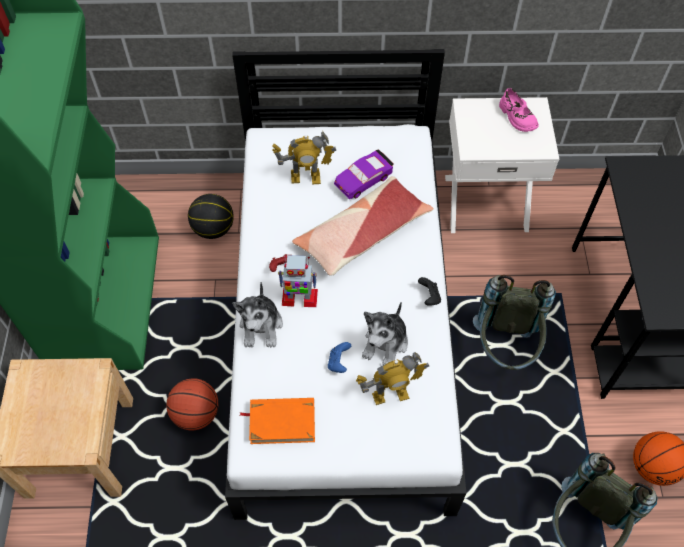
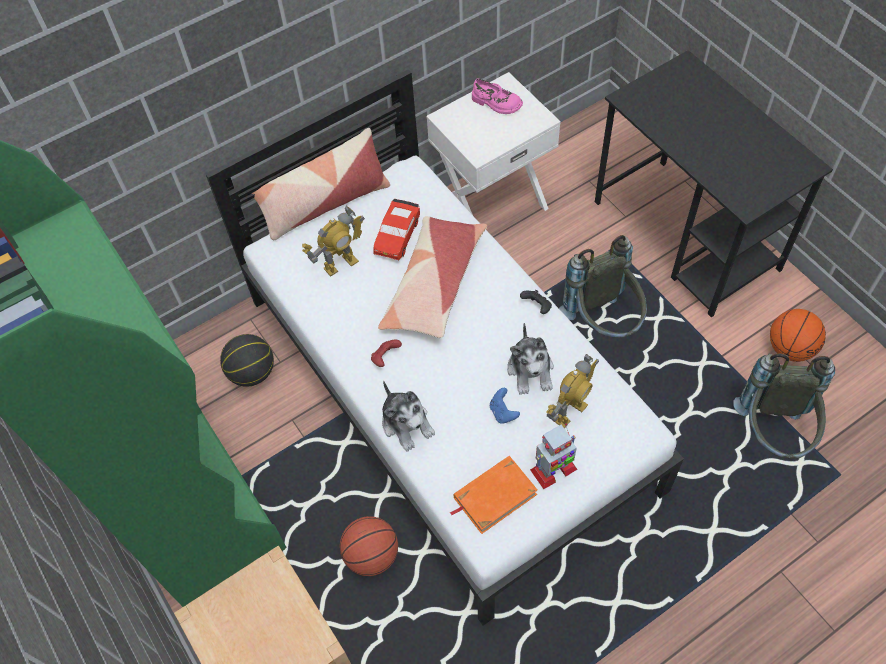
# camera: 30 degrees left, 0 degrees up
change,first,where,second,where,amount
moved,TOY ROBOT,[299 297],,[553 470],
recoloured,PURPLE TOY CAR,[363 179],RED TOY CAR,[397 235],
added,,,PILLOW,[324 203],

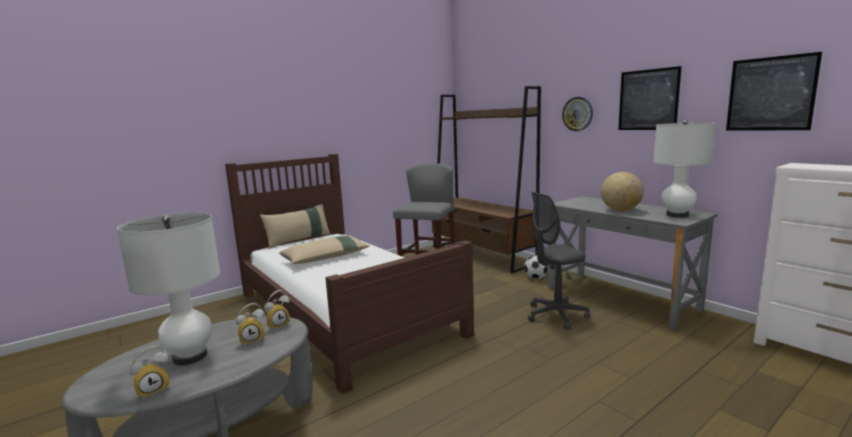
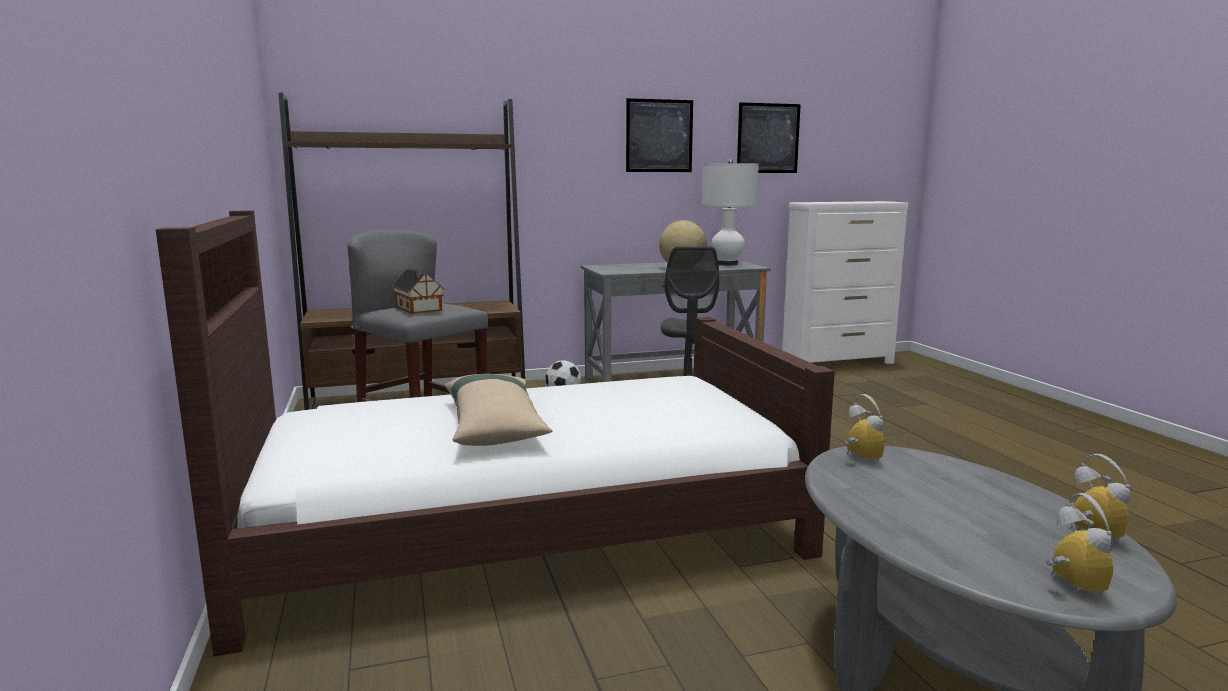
# camera: 70 degrees left, 0 degrees up
change,first,where,second,where,amount
removed,WHITE TABLE LAMP,[190 356],,,
moved,ALARM CLOCK,[253 340],,[1068 585],
removed,BEIGE PILLOW,[299 240],,,
removed,WALL CLOCK,[577 114],,,
added,,,TOY HOUSE,[419 309],

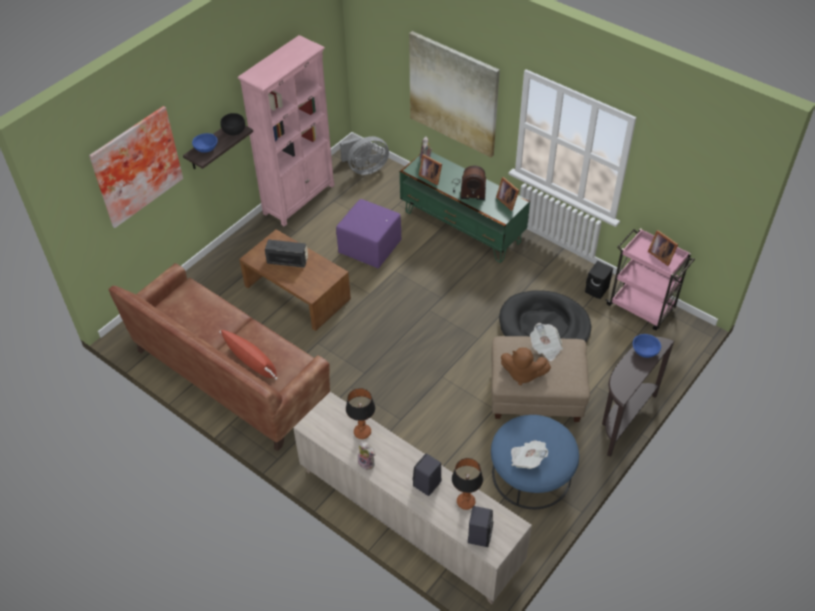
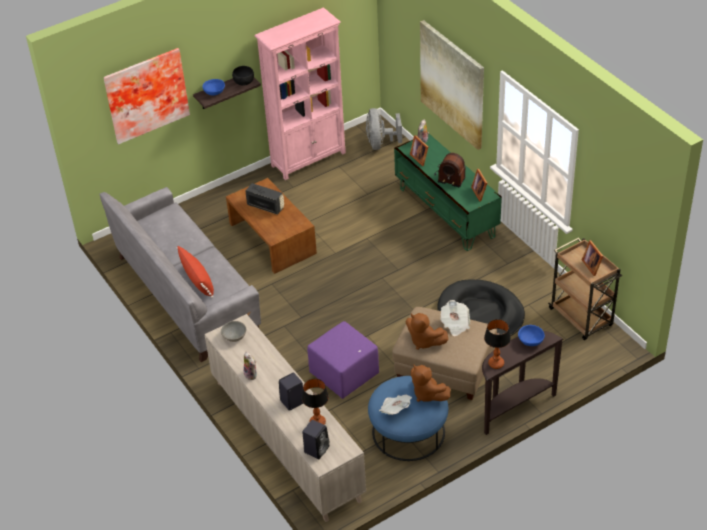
# camera: 20 degrees right, 5 degrees down
change,first,where,second,where,amount
recoloured,BROWN SOFA,[230 376],GREY SOFA,[187 294],
moved,PURPLE OTTOMAN,[370 248],,[345 374],
turned,GREY FAN,[365 169],,[380 143],90 degrees clockwise
moved,TABLE LAMP,[362 432],,[495 363],
removed,BLACK SPEAKER,[597 290],,,
recoloured,PINK CART,[642 307],BROWN CART,[581 318],
added,,,GREY BOWL,[234 336],
added,,,BROWN PLUSH TOY,[427 394],

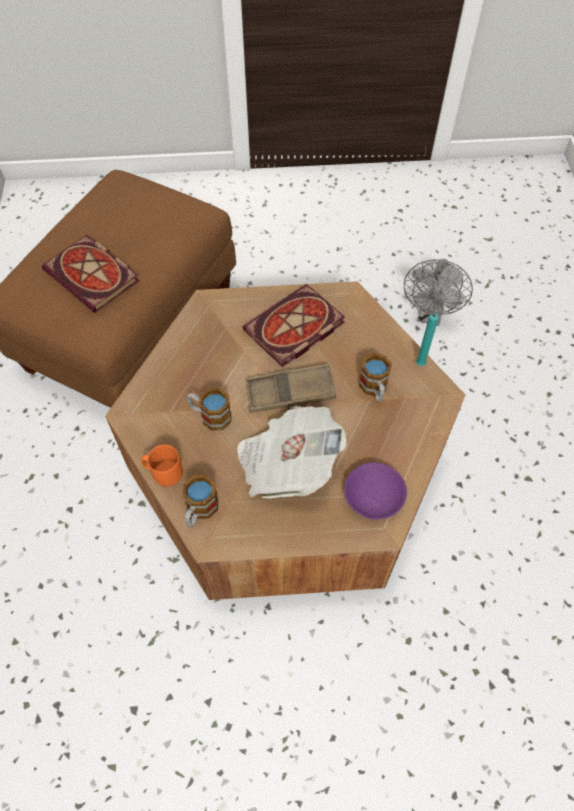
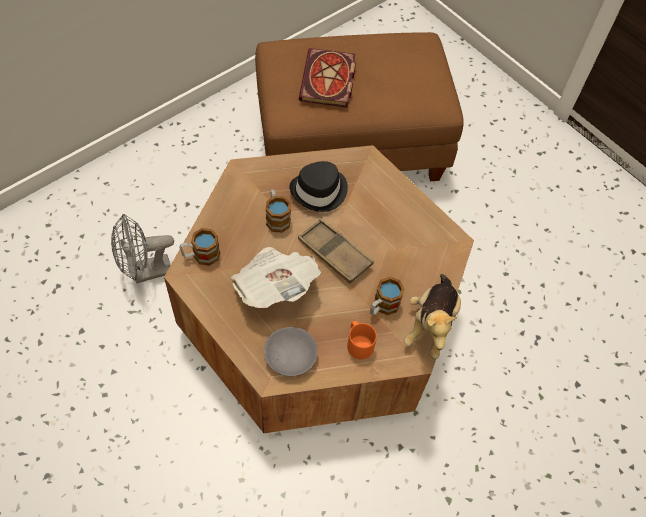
# camera: 50 degrees right, 0 degrees up
change,first,where,second,where,amount
moved,ORANGE MUG,[163 472],,[358 344],
removed,BOOK,[293 329],,,
recoloured,PURPLE BOWL,[372 497],GREY BOWL,[290 355],
moved,GREY FAN,[430 315],,[145 272],
replaced,TURQUOISE CANDLE,[418 364],PLUSH TOY,[431 324],
added,,,BLACK HAT,[319 191],

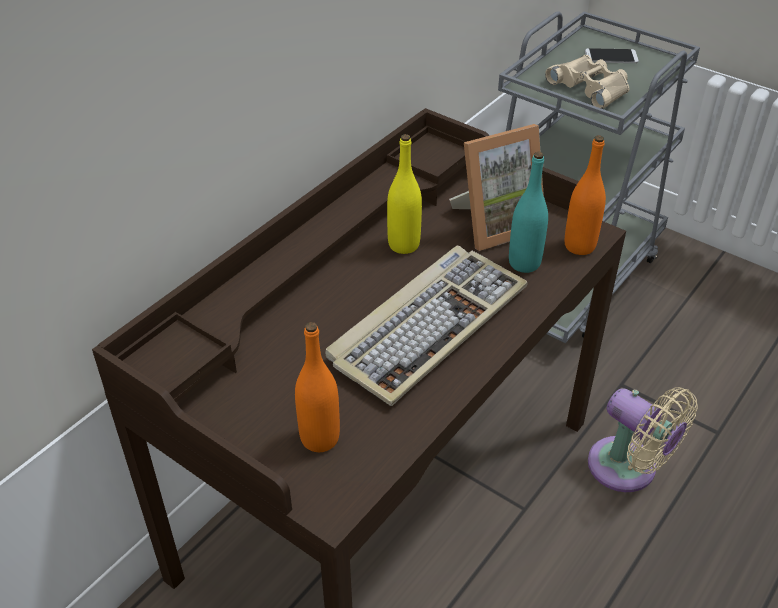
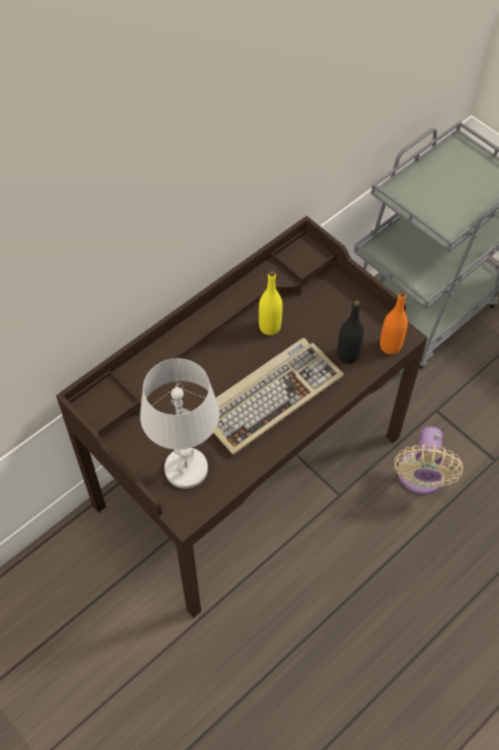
# camera: 10 degrees right, 15 degrees up
change,first,where,second,where,amount
replaced,ORANGE BOTTLE,[320 438],WHITE TABLE LAMP,[186 469],
removed,PICTURE FRAME,[496 224],,,
recoloured,TURQUOISE BOTTLE,[524 263],BLACK BOTTLE,[348 355],
removed,BEIGE BINOCULARS,[591 87],,,
removed,PHONE,[611 57],,,
turned,BEIGE FAN,[628 469],,[420 478],45 degrees clockwise

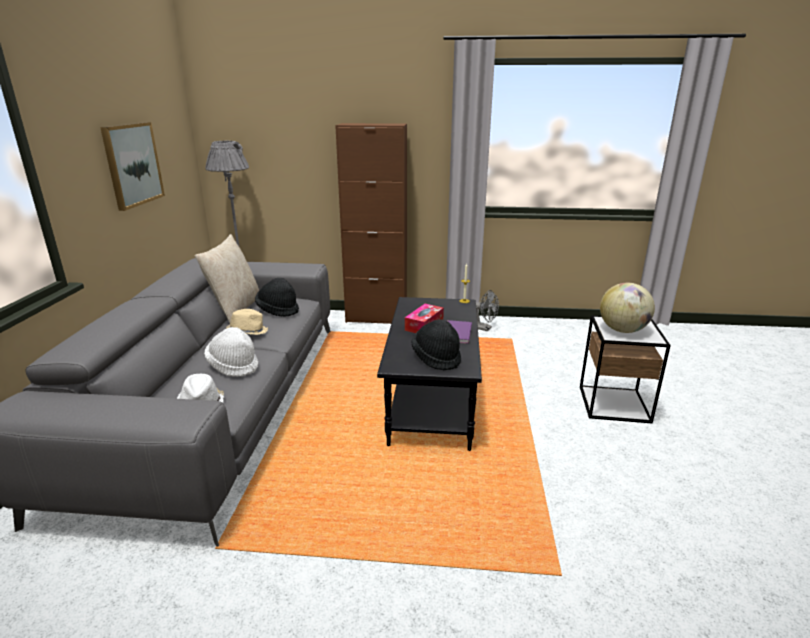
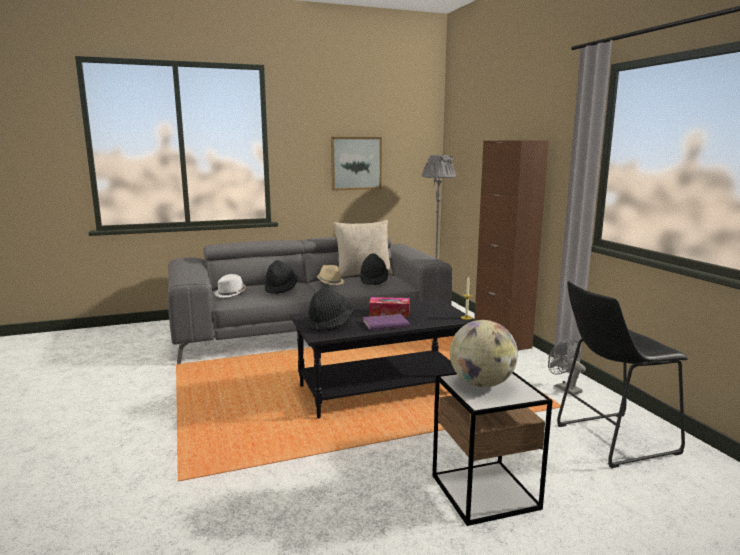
# camera: 65 degrees right, 10 degrees down
change,first,where,second,where,amount
recoloured,WHITE HAT,[233 366],BLACK HAT,[280 289],
turned,GREY FAN,[484 328],,[564 388],150 degrees clockwise
added,,,BLACK STOOL,[610 439],

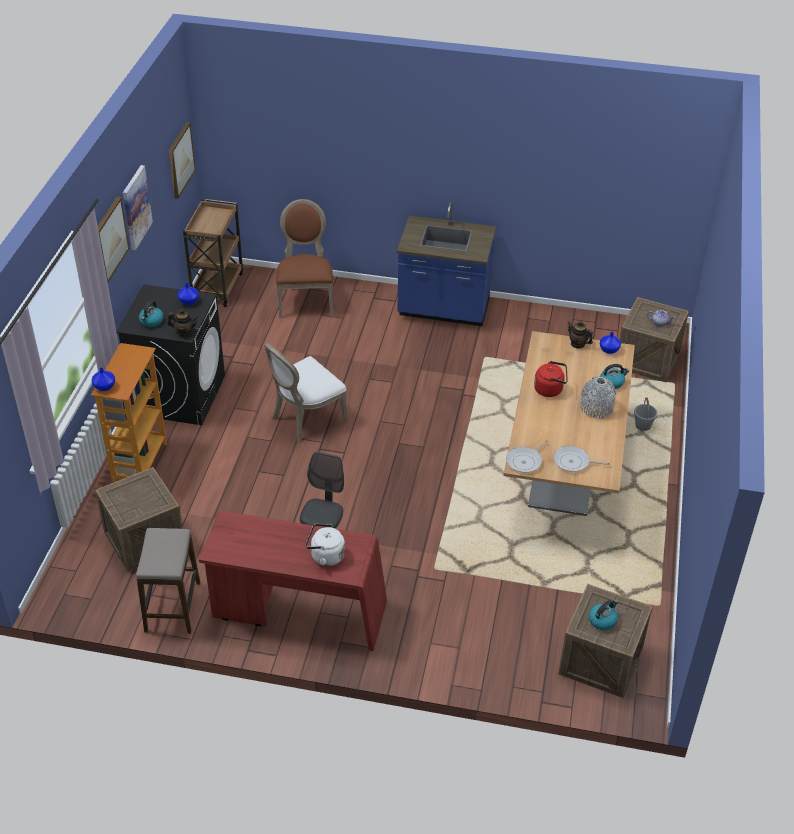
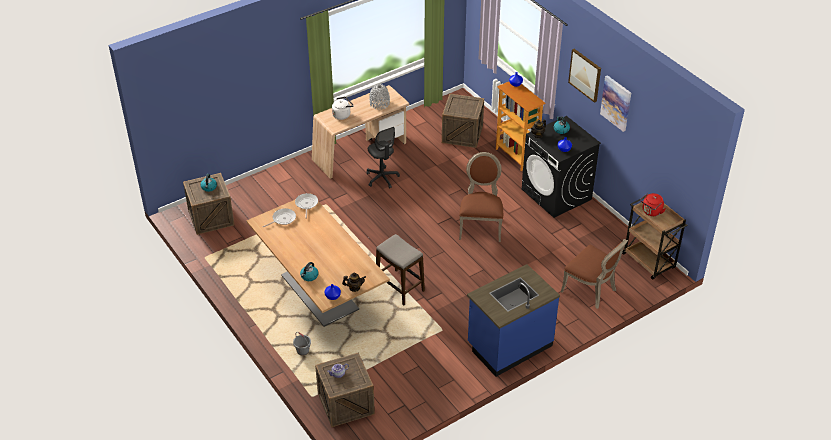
# camera: 135 degrees right, 0 degrees up
change,first,where,second,where,amount
moved,STOOL,[172 607],,[400 287],
removed,PICTURE,[180 160],,,
recoloured,RED DESK,[298 612],BEIGE DESK,[361 153],
recoloured,WHITE CHAIR,[305 419],BROWN CHAIR,[480 226],
moved,RED KETTLE,[550 389],,[651 212],
moved,GREY VASE,[596 408],,[379 104],

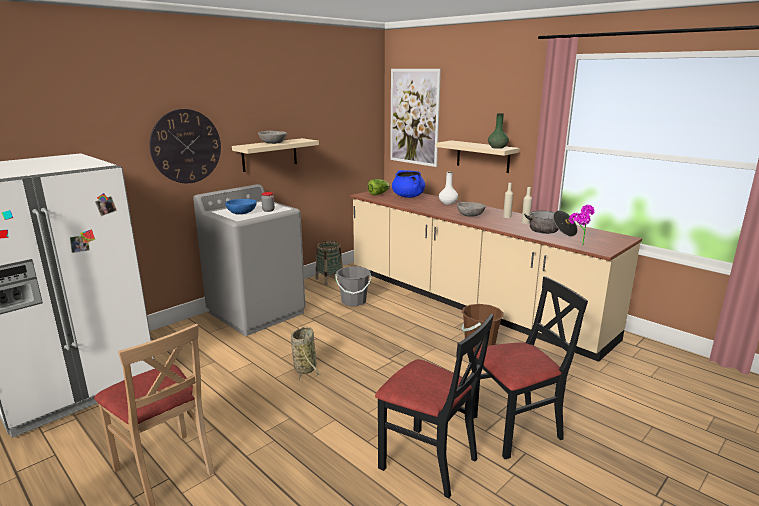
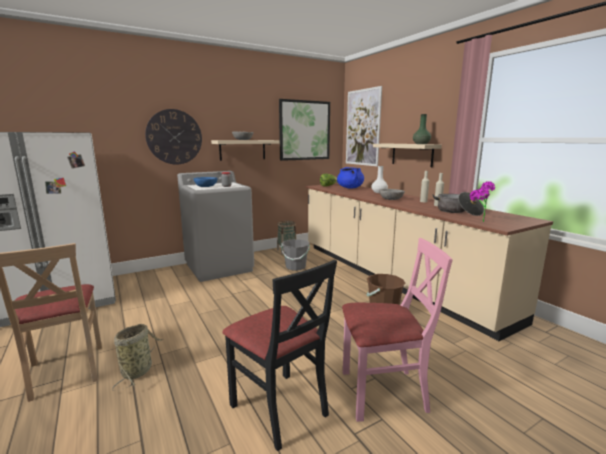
# camera: 15 degrees right, 5 degrees down
change,first,where,second,where,amount
moved,BASKET,[305 367],,[138 370],
recoloured,BLACK CHAIR,[516 429],PINK CHAIR,[383 392],
added,,,PICTURE,[304 130],

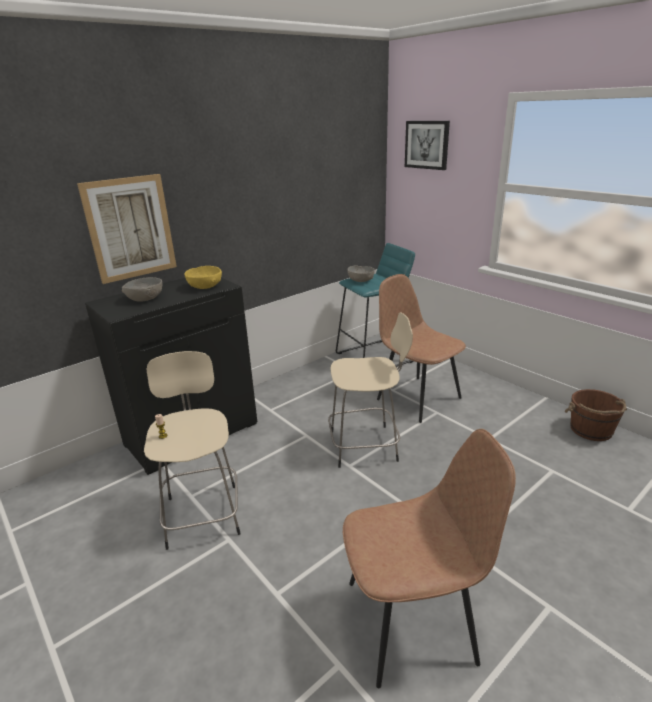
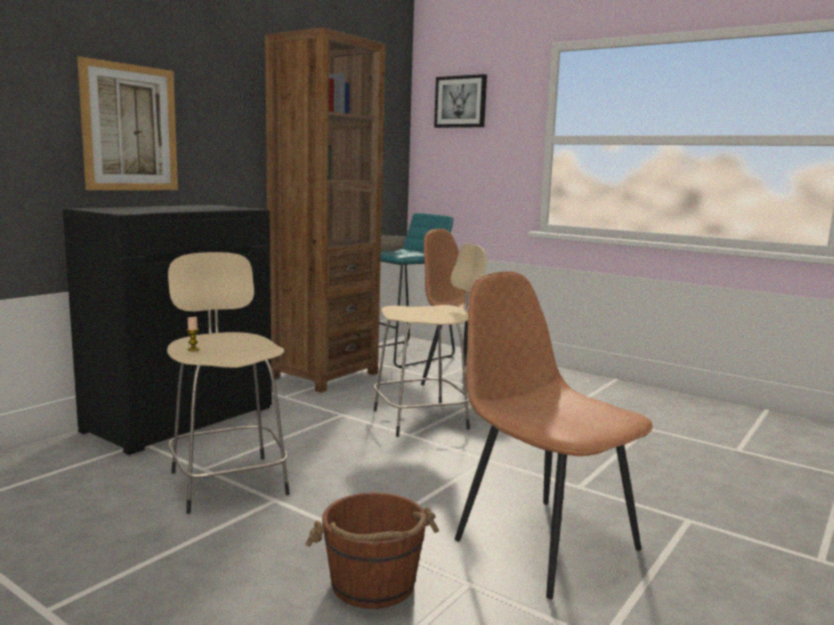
# camera: 15 degrees left, 15 degrees down
change,first,where,second,where,amount
removed,GREY BOWL,[145 298],,,
removed,YELLOW BOWL,[205 286],,,
turned,BROWN CHAIR,[413 620],,[543 542],105 degrees counterclockwise
moved,BROWN BUCKET,[591 430],,[373 585],
added,,,BROWN BOOKCASE,[324 375],

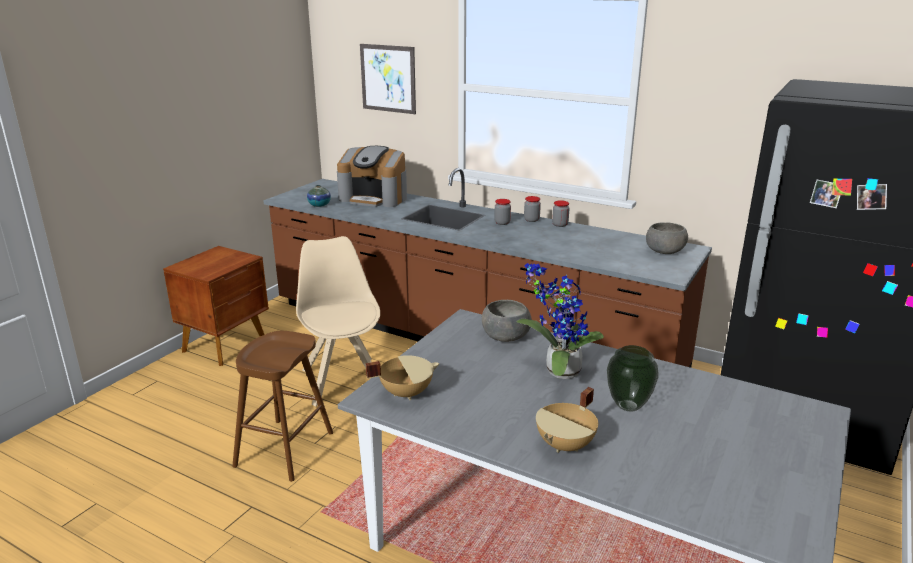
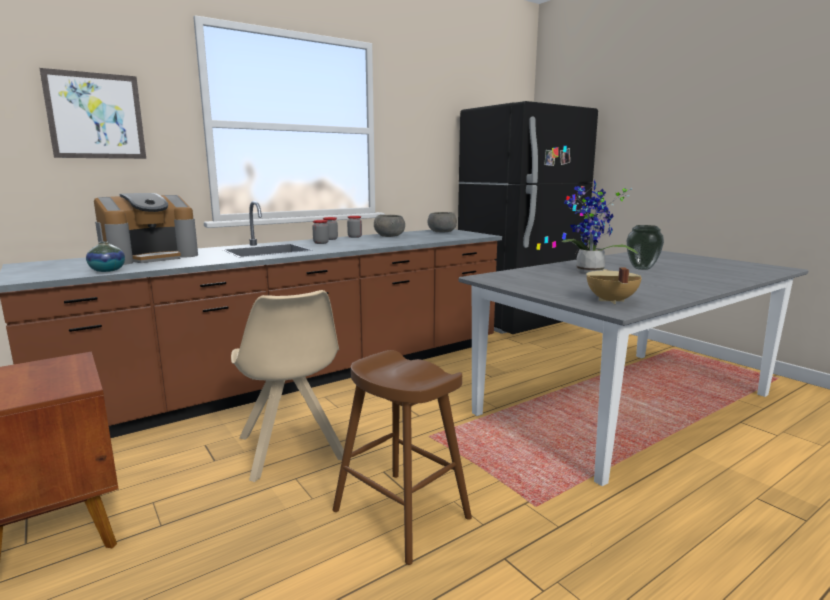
# camera: 65 degrees left, 10 degrees down
change,first,where,second,where,amount
turned,BEIGE CHAIR,[343 379],,[292 450],120 degrees counterclockwise
moved,GREY BOWL,[505 336],,[389 236],
removed,BEIGE COOKING POT,[566 445],,,

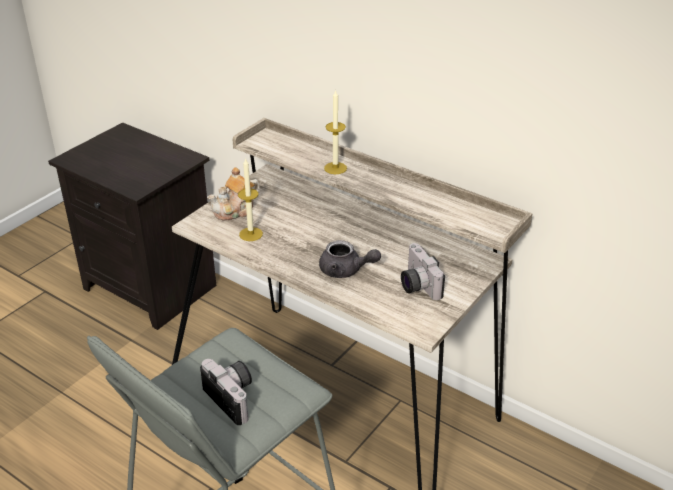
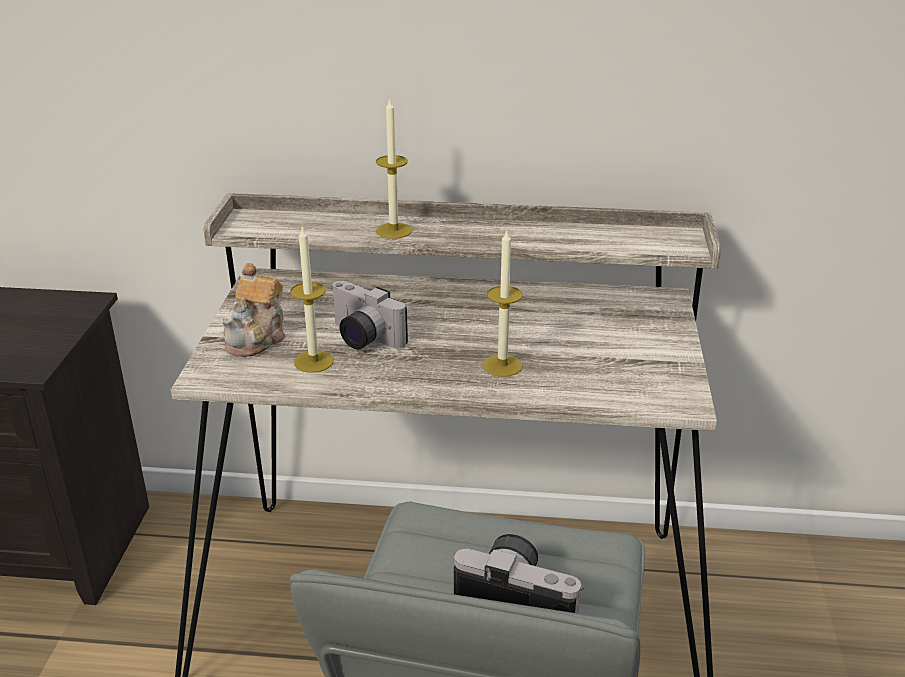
# camera: 30 degrees left, 5 degrees down
change,first,where,second,where,amount
replaced,GREY TEAPOT,[346 271],CANDLE,[502 365],
moved,PHOTO CAMERA,[416 284],,[361 338],

